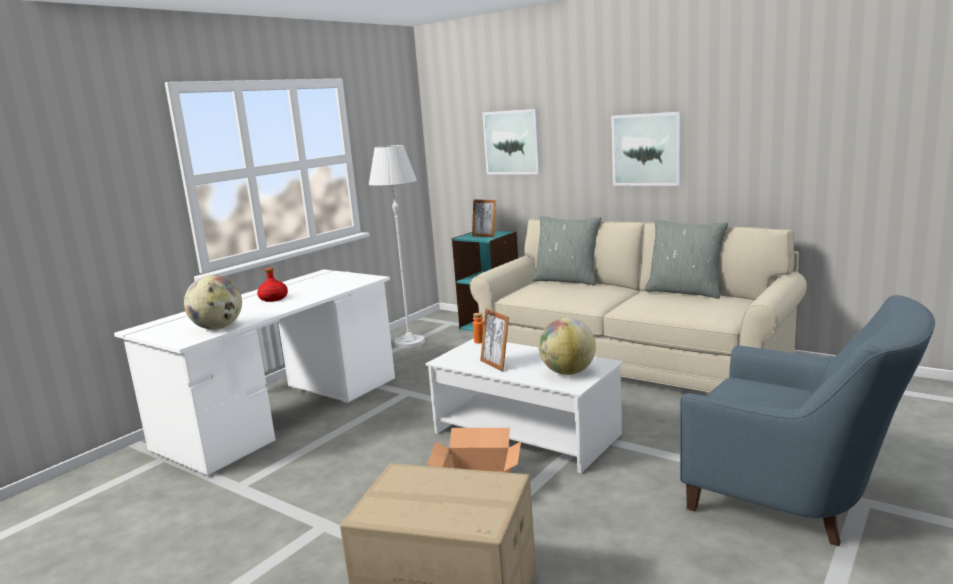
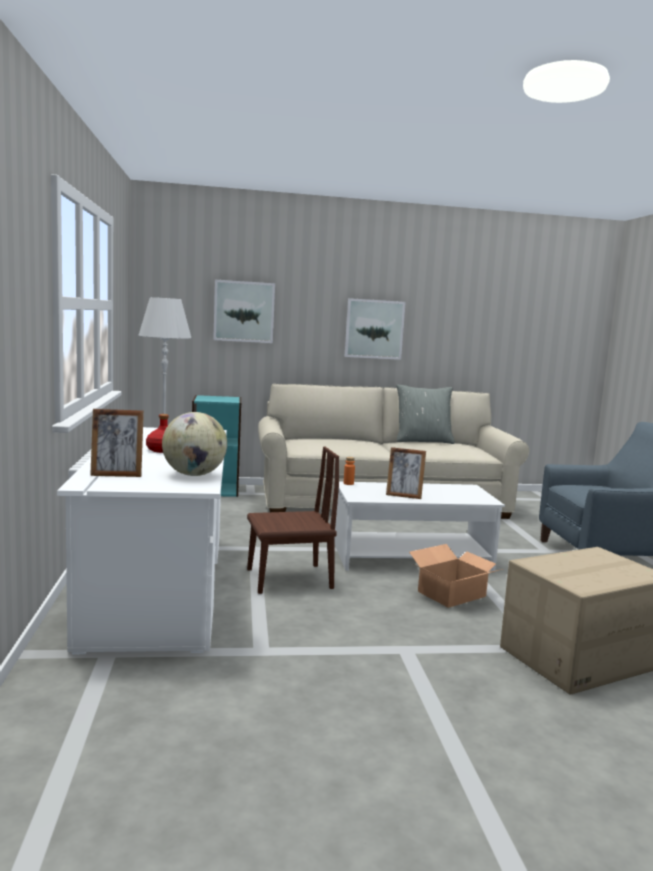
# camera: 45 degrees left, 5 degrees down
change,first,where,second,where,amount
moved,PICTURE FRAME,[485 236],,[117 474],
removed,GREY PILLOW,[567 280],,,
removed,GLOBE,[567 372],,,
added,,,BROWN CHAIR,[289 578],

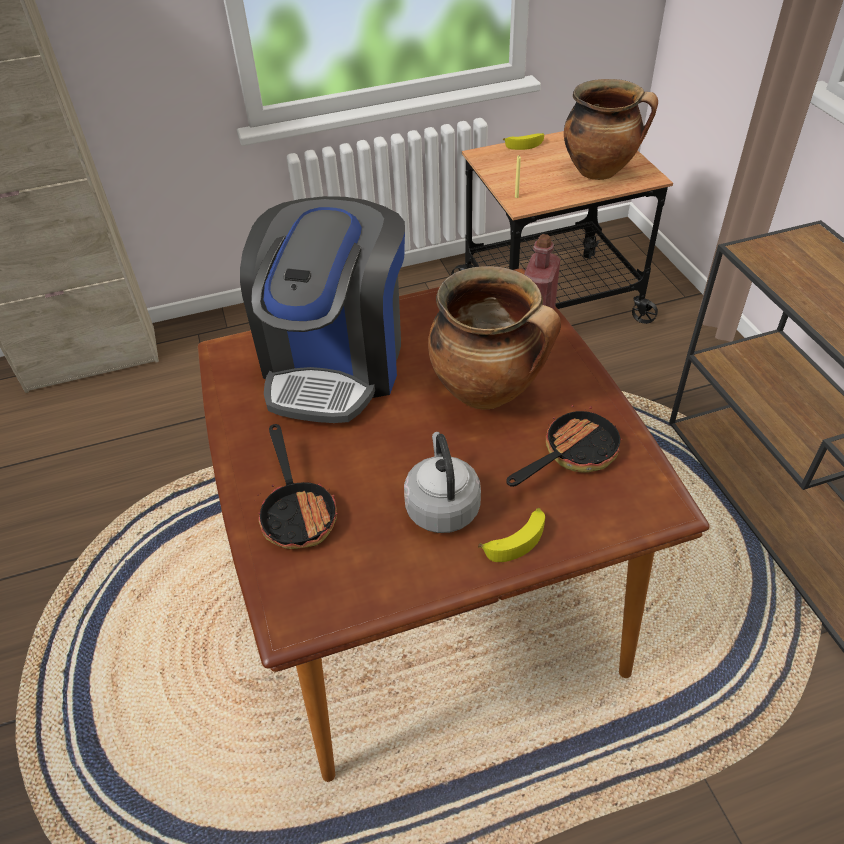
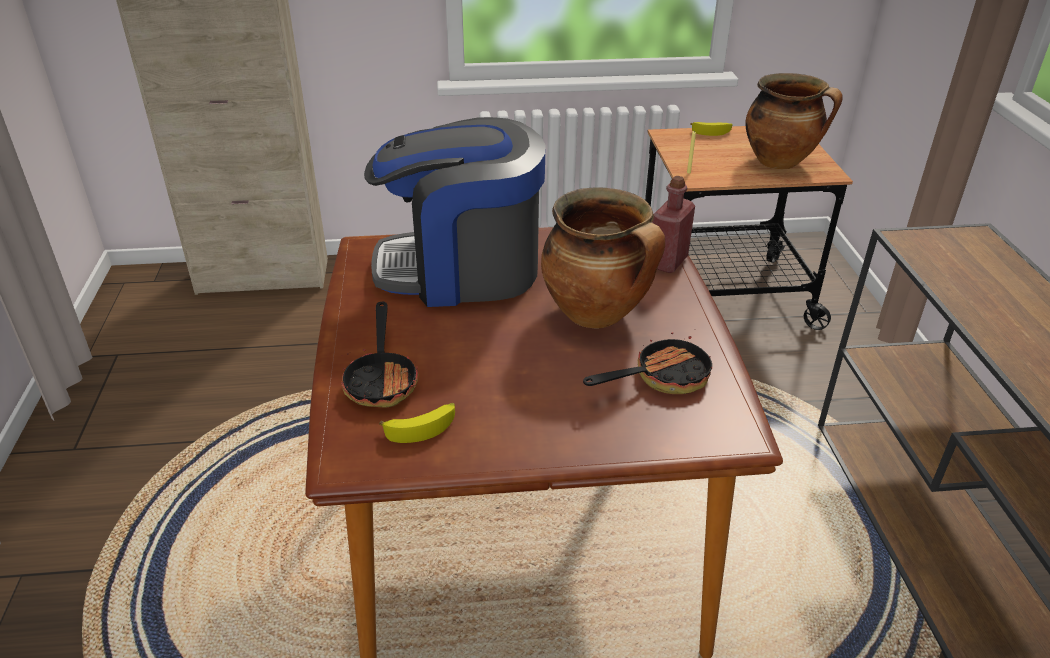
# camera: 10 degrees right, 10 degrees down
change,first,where,second,where,amount
turned,COFFEE MACHINE,[336 362],,[461 270],60 degrees clockwise
removed,GREY KETTLE,[442 505],,,
moved,BANANA,[516 539],,[422 427],

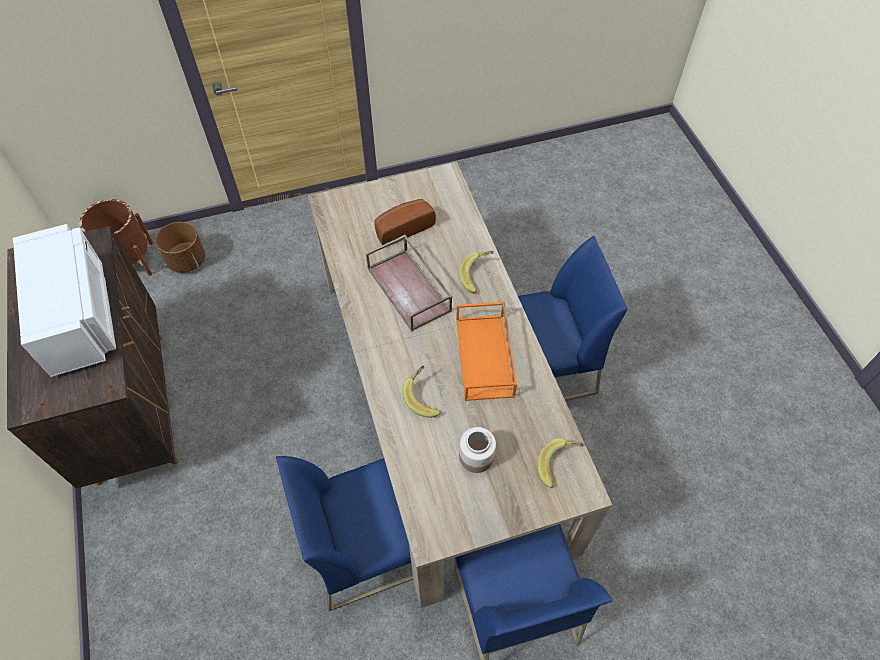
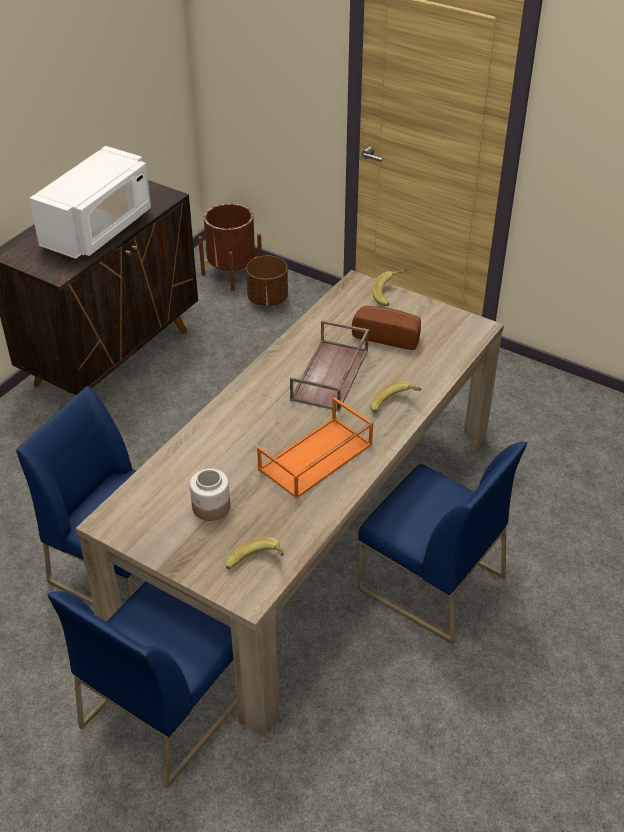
# camera: 50 degrees right, 15 degrees down
change,first,where,second,where,amount
moved,BANANA,[424 397],,[391 295],

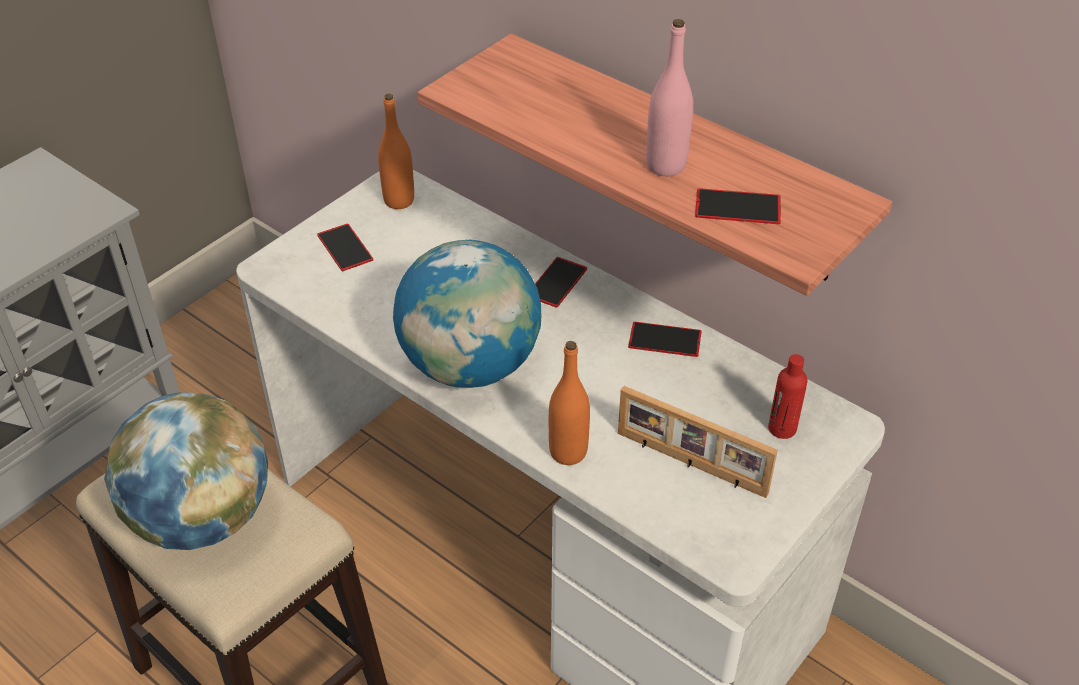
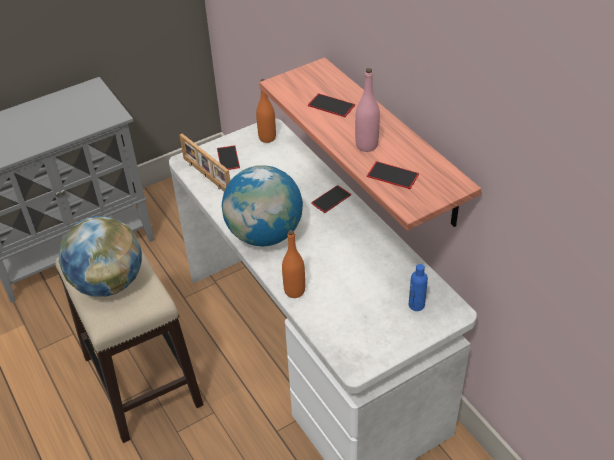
# camera: 20 degrees right, 0 degrees up
change,first,where,second,where,amount
moved,PICTURE FRAME,[690 464],,[206 176],
moved,PHONE,[665 339],,[331 105],
recoloured,RED BOTTLE,[782 428],BLUE BOTTLE,[416 305],

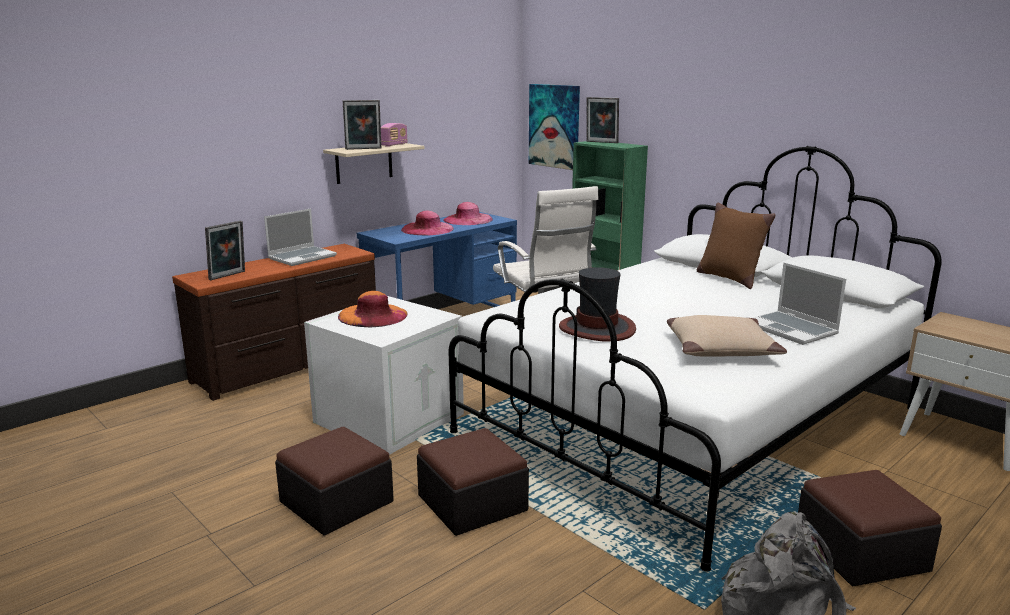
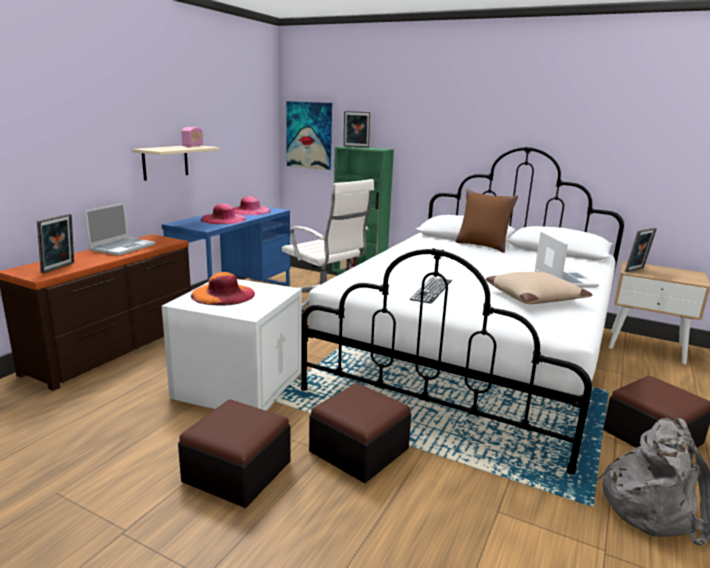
# camera: 20 degrees left, 0 degrees up
change,first,where,second,where,amount
moved,PICTURE FRAME,[363 149],,[636 270],
replaced,HAT,[597 329],KEYBOARD,[431 289],
turned,LAPTOP,[792 329],,[563 279],135 degrees counterclockwise

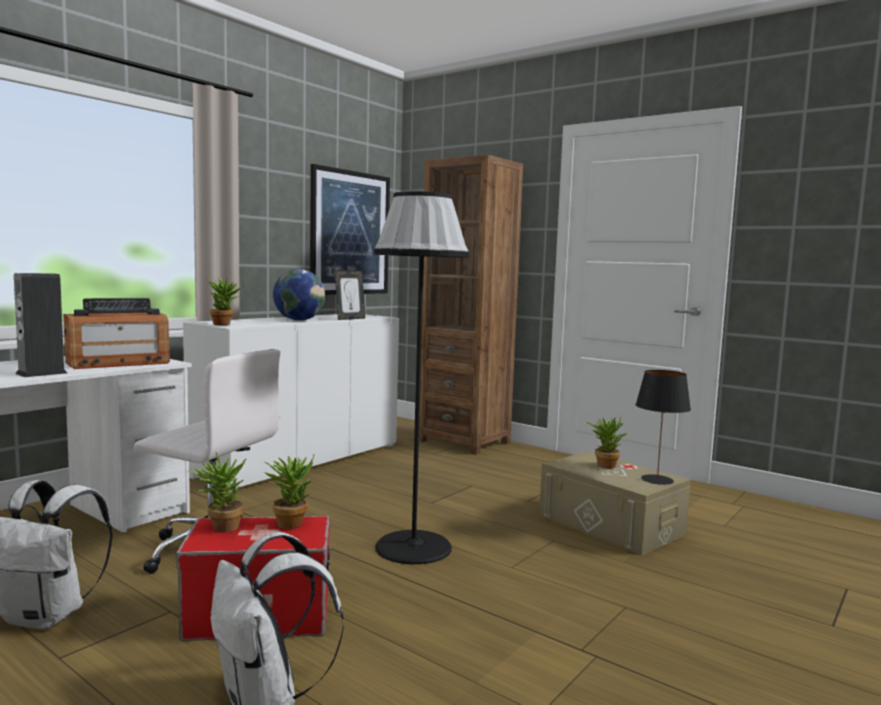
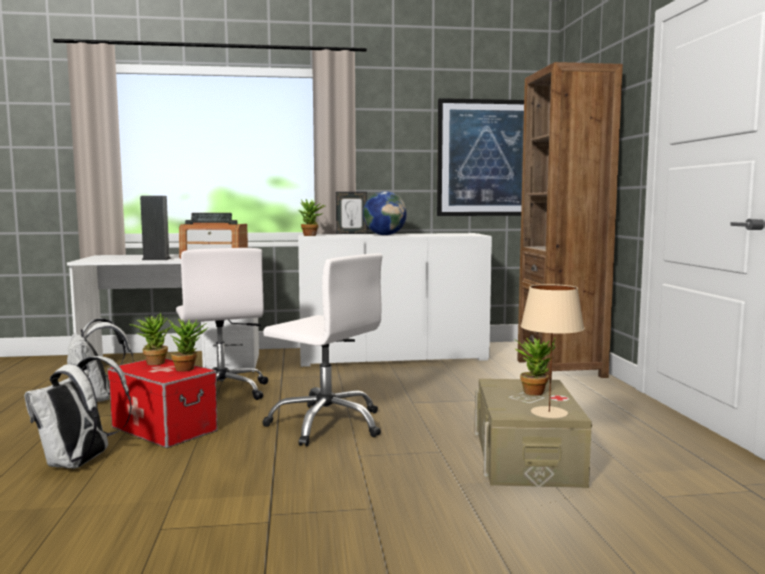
# camera: 45 degrees right, 0 degrees up
change,first,where,second,where,amount
moved,PICTURE FRAME,[349 319],,[351 233],
replaced,BLACK FLOOR LAMP,[414 547],WHITE OFFICE CHAIR,[327 424],
recoloured,BLACK TABLE LAMP,[656 479],BEIGE TABLE LAMP,[548 412],

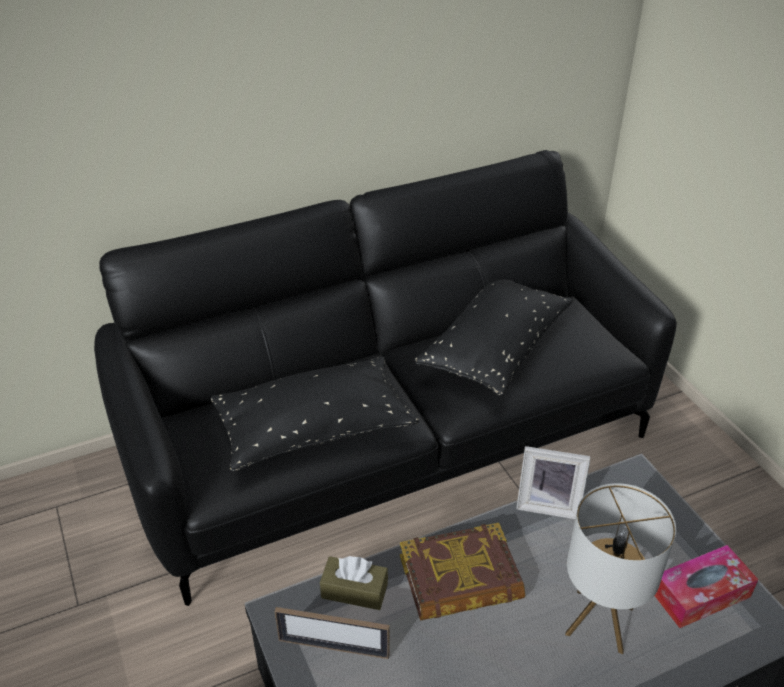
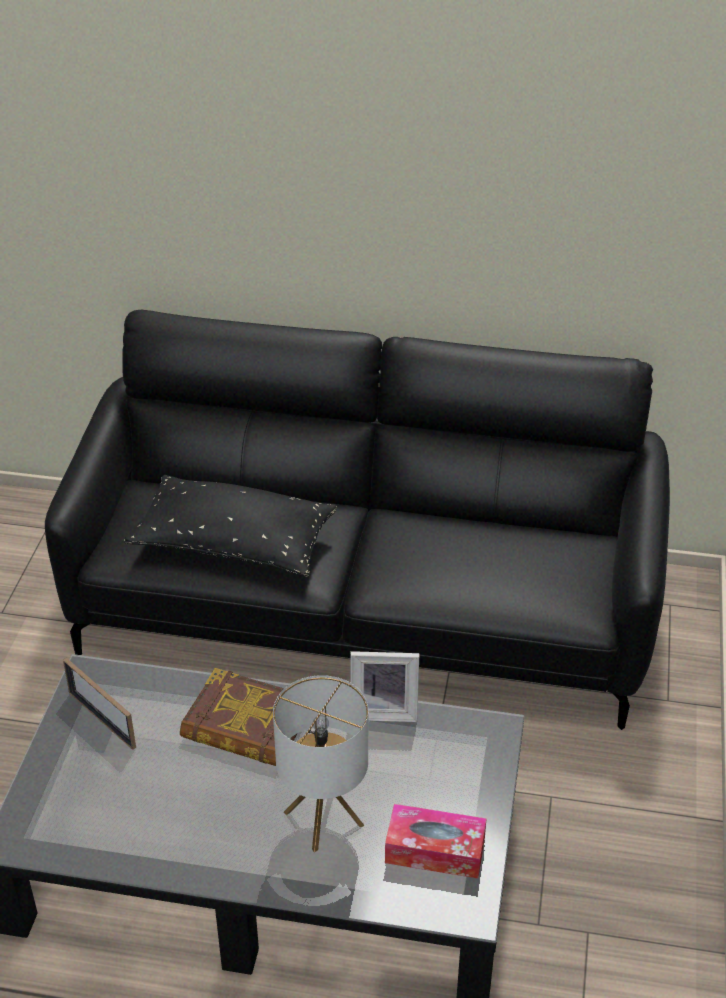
# camera: 35 degrees right, 0 degrees up
change,first,where,second,where,amount
removed,BROWN TISSUE BOX,[354 591],,,
removed,BLACK PILLOW,[495 349],,,
turned,PICTURE FRAME,[548 504],,[384 710],45 degrees counterclockwise

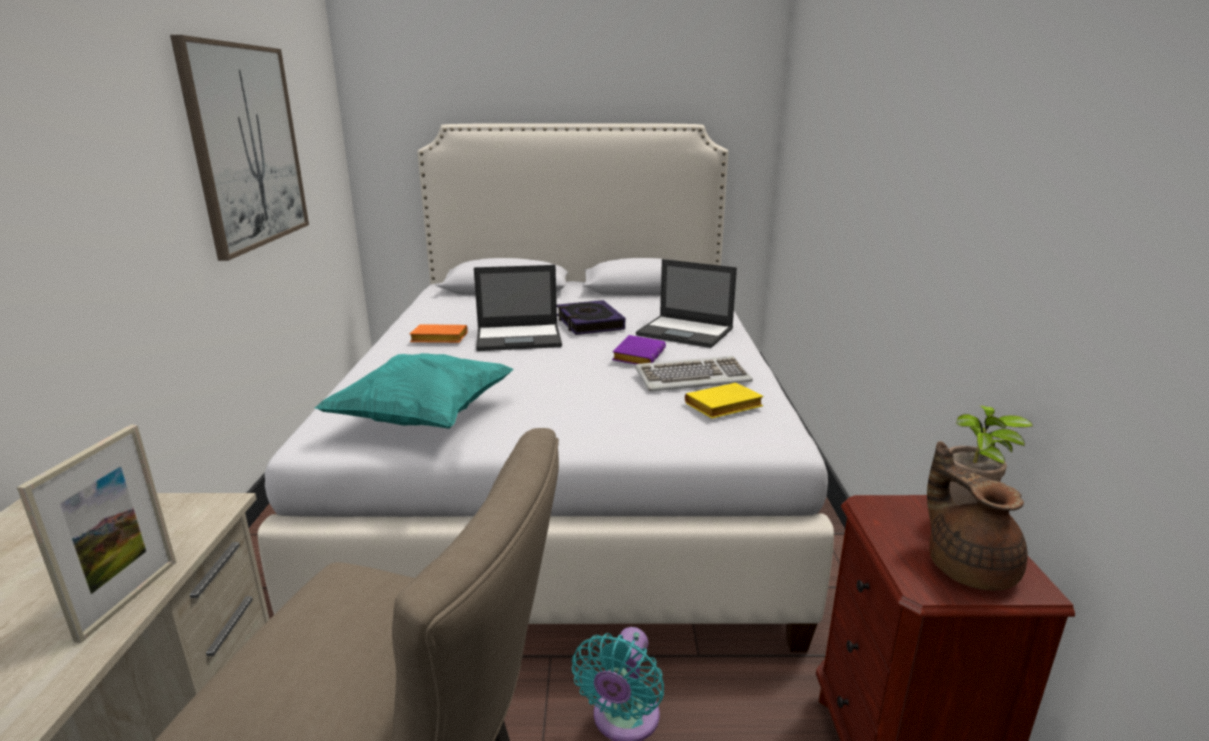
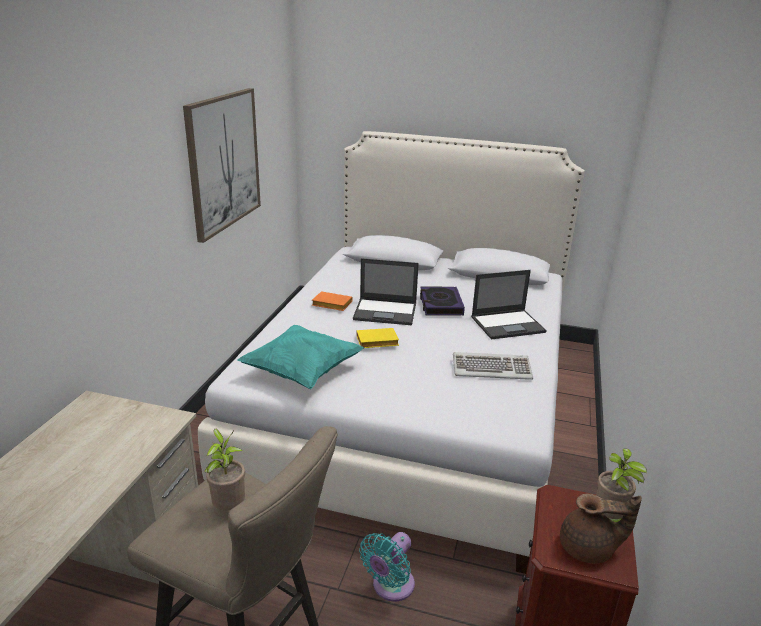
# camera: 15 degrees right, 5 degrees up
change,first,where,second,where,amount
removed,PICTURE FRAME,[129 599],,,
removed,PURPLE BOOK,[637 355],,,
turned,LAPTOP,[686 332],,[508 324],60 degrees counterclockwise
moved,YELLOW BOOK,[723 408],,[376 342],
turned,BROWN TEAPOT,[968 566],,[589 549],105 degrees clockwise
added,,,POTTED PLANT,[229 507],

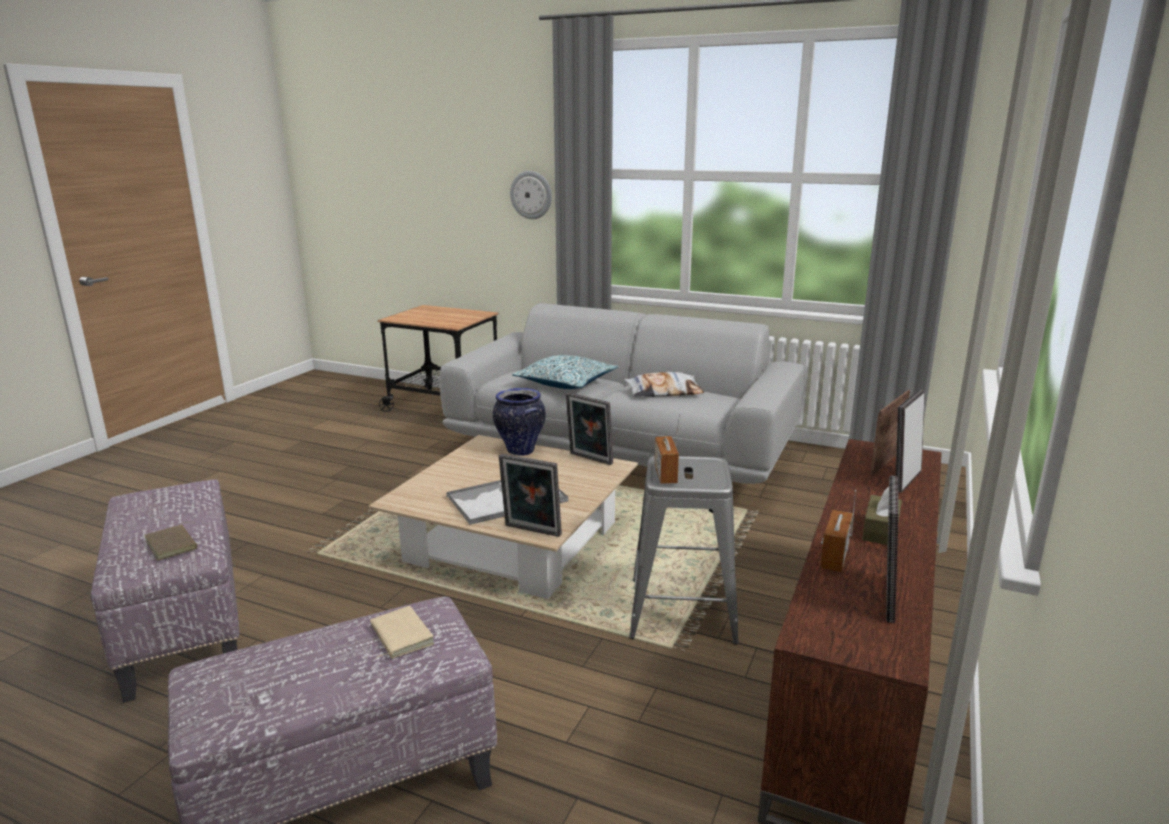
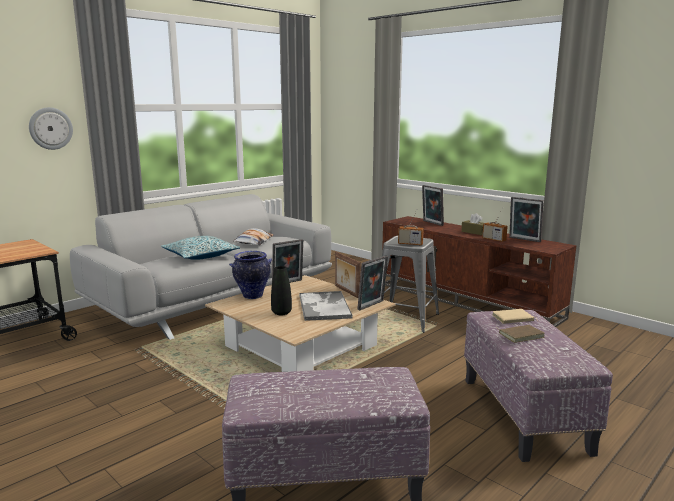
# camera: 70 degrees left, 5 degrees down
change,first,where,second,where,amount
moved,BROWN BOOK,[173 544],,[520 335],
moved,PICTURE FRAME,[885 461],,[346 292],
added,,,BLACK VASE,[281 313],

